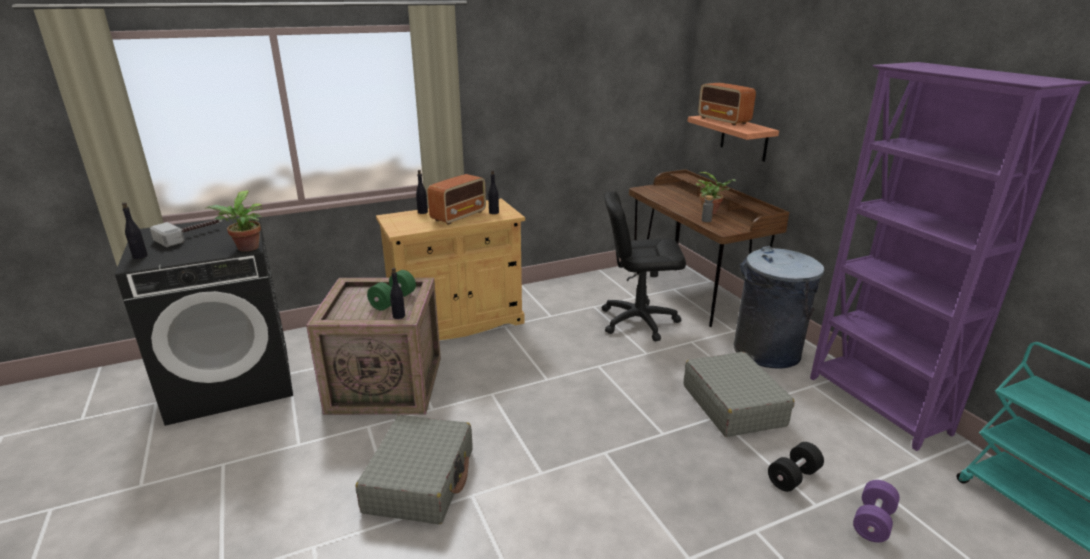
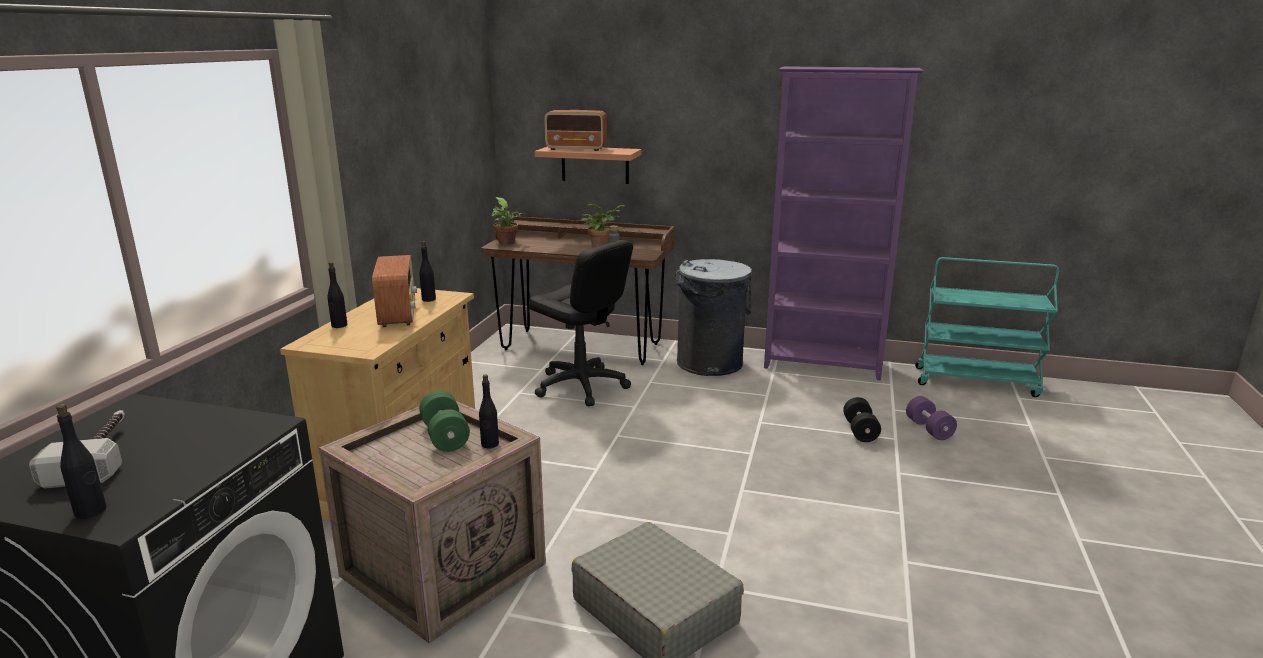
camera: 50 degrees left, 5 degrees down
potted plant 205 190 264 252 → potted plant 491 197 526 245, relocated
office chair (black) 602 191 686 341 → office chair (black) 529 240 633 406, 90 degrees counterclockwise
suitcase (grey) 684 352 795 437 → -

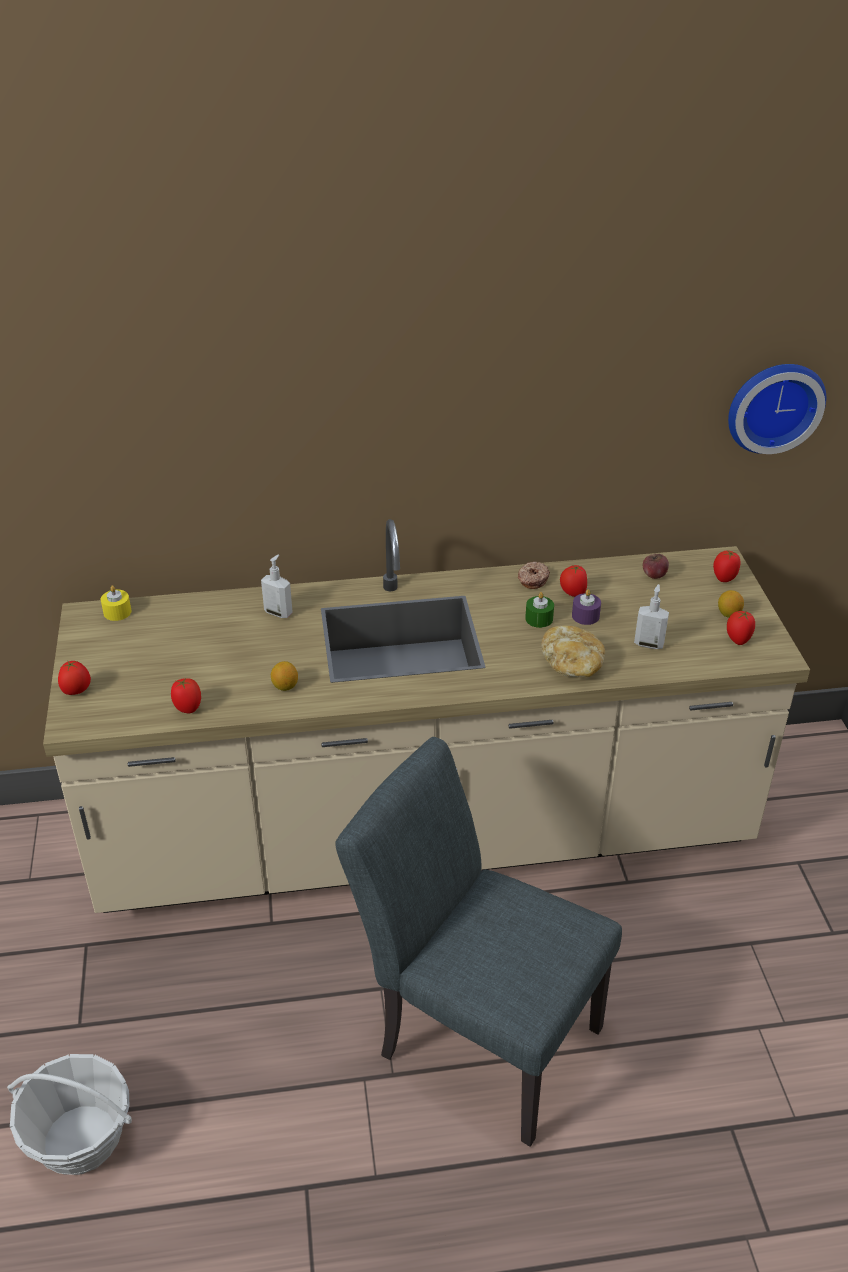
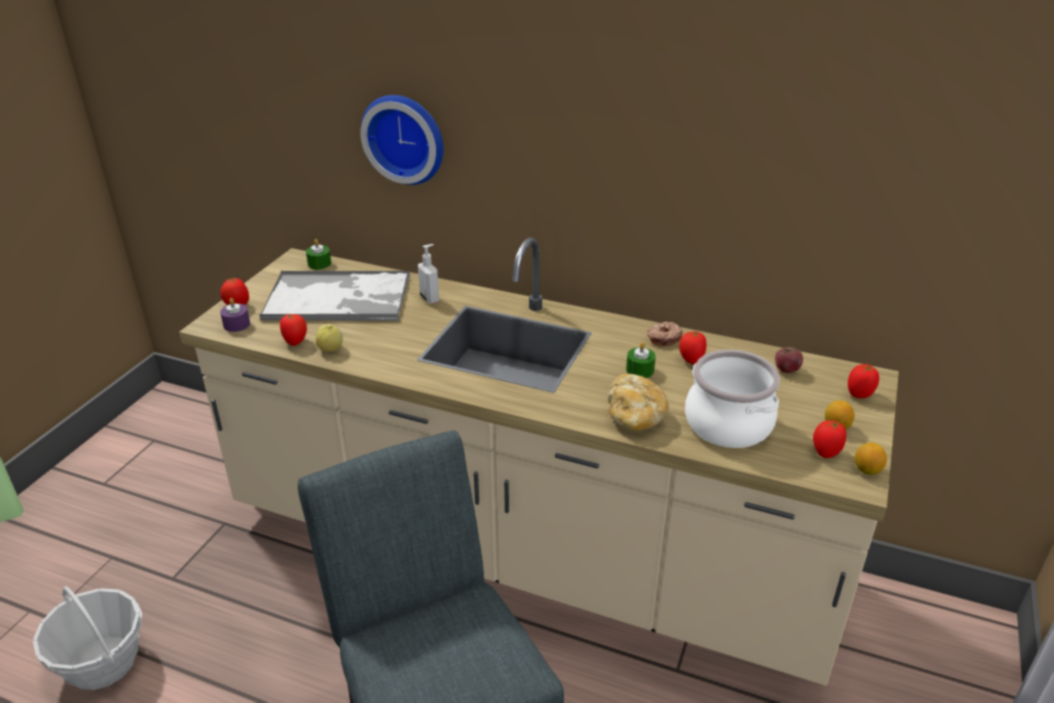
camera: 30 degrees right, 5 degrees down
candle (purple) 572 589 601 625 → candle (purple) 220 298 250 332, relocated
- → tray 259 271 410 321
candle (yellow) 101 585 132 621 → candle (green) 306 239 331 270
- → apple 316 324 343 352
wall clock 728 364 826 454 → wall clock 361 95 443 185, relocated
soap dispenser 634 584 669 649 → cooking pot 685 349 780 448
lemon 271 661 298 691 → lemon 855 443 887 475, relocated

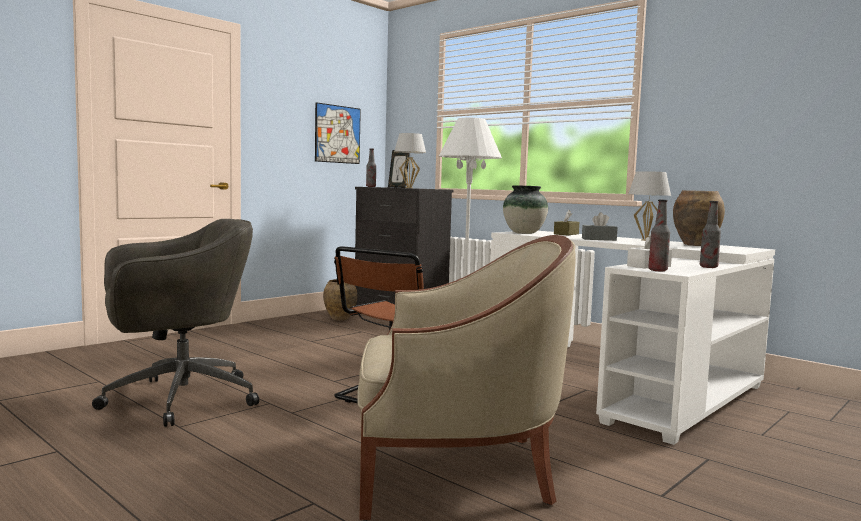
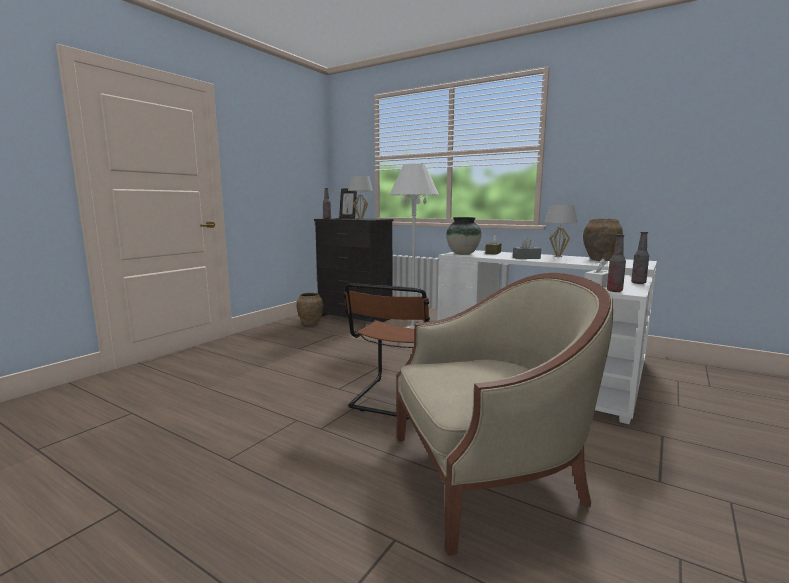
camera: 10 degrees left, 5 degrees up
office chair (grey) 92 219 259 427 → -
picture 315 102 361 164 → -

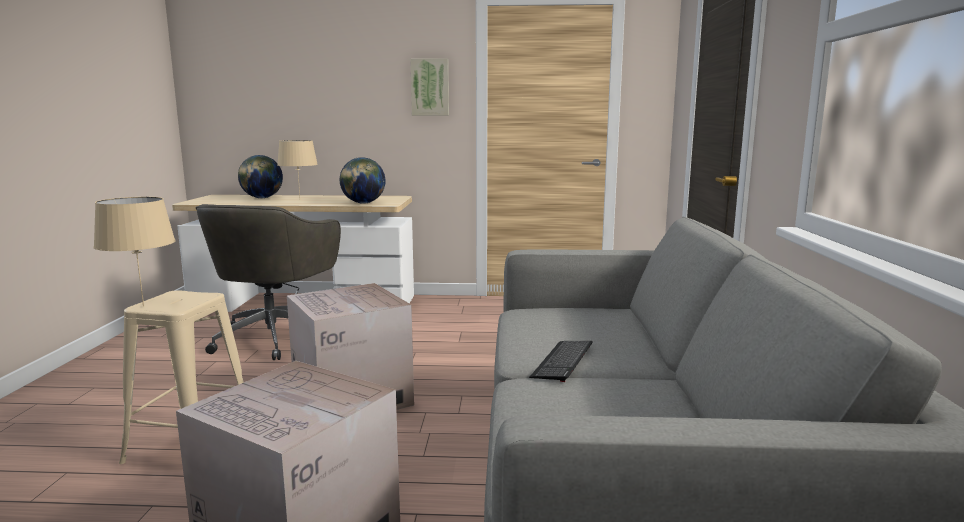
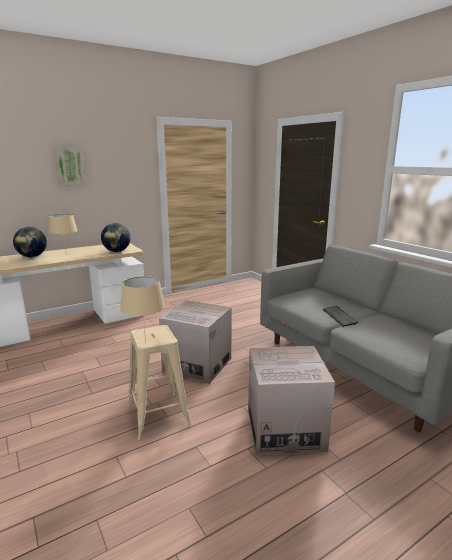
camera: 35 degrees left, 5 degrees up
picture 410 58 449 116 → picture 55 148 86 187, relocated
office chair (grey) 196 204 341 360 → -

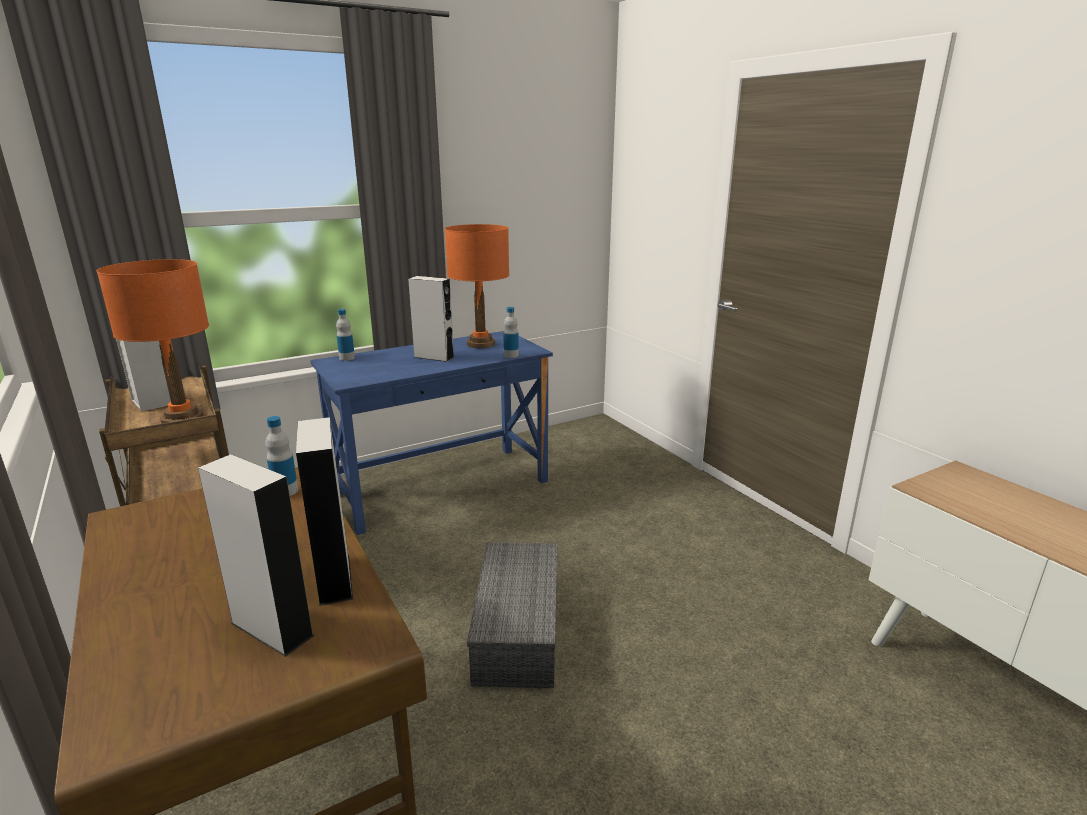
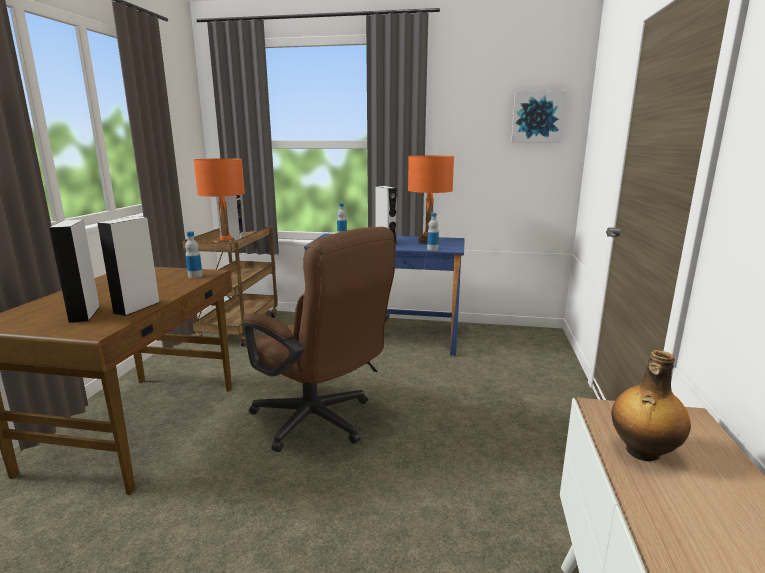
camera: 40 degrees right, 5 degrees down
storage box (grey) 467 542 557 688 → office chair (brown) 243 227 396 452
- → picture 511 91 566 142
- → bottle 612 350 691 461

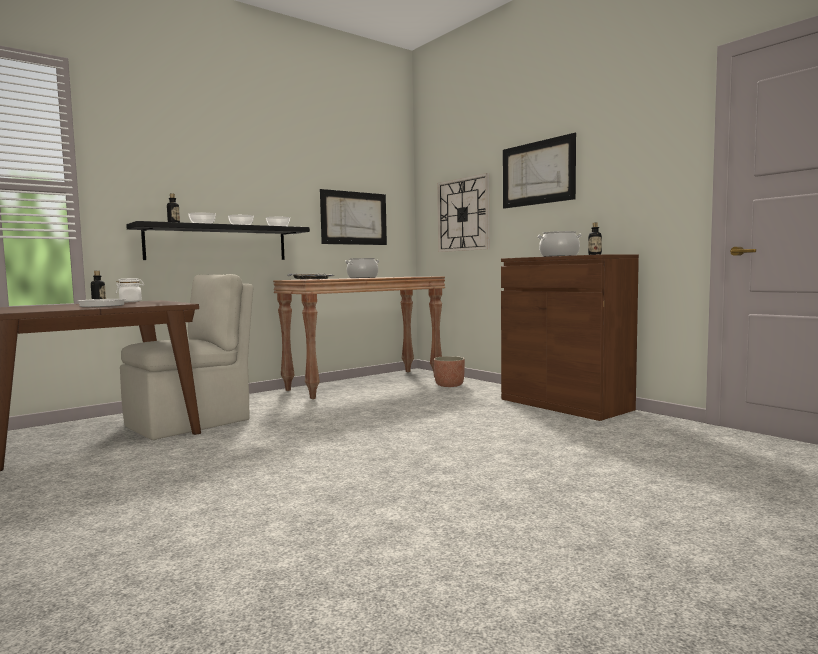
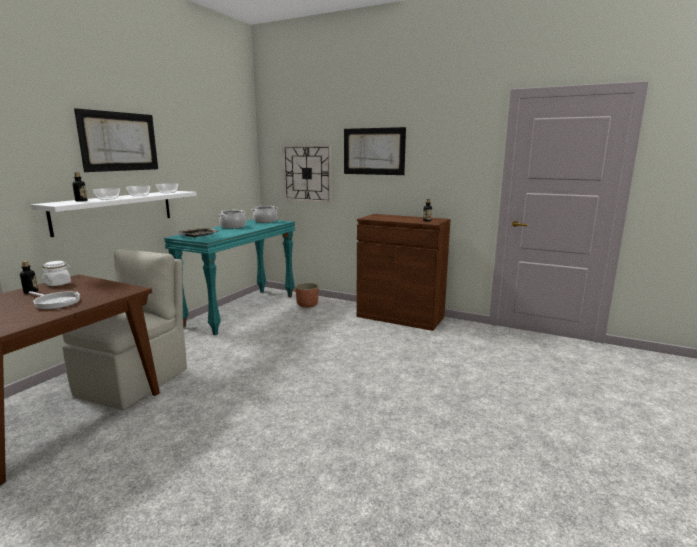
camera: 25 degrees left, 10 degrees up
shelf (black) 126 221 310 260 → shelf (white) 31 191 197 237
picture 320 189 387 245 → picture 74 108 158 172, relocated
console table (brown) 273 277 445 399 → console table (turquoise) 164 219 295 335
cooking pot 537 231 582 257 → cooking pot 251 206 278 223, relocated

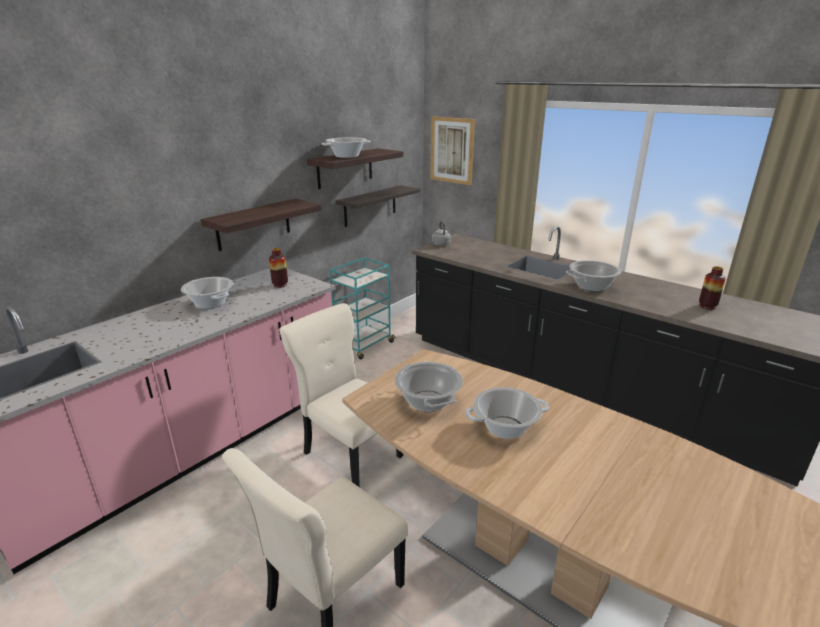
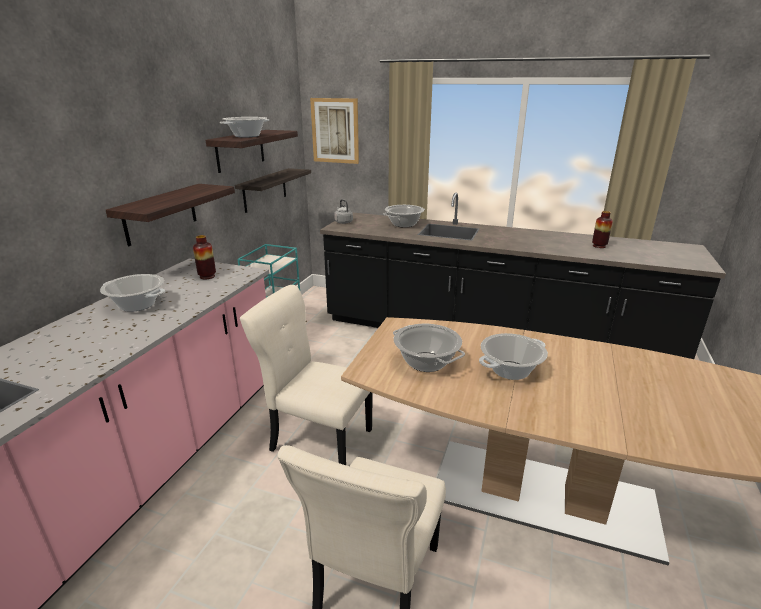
camera: 20 degrees left, 0 degrees up
cooking pot 566 260 623 292 → cooking pot 383 205 425 228, relocated

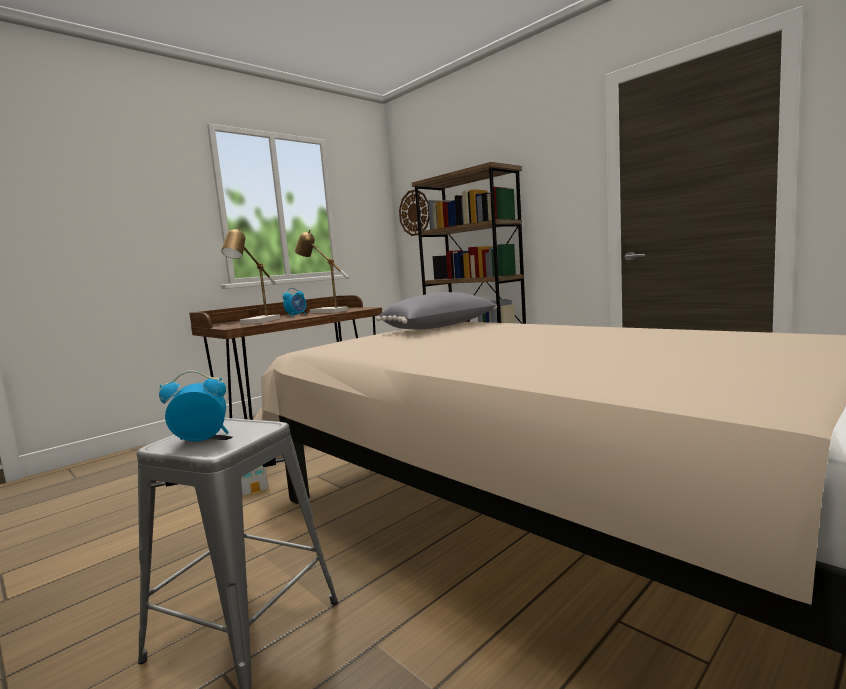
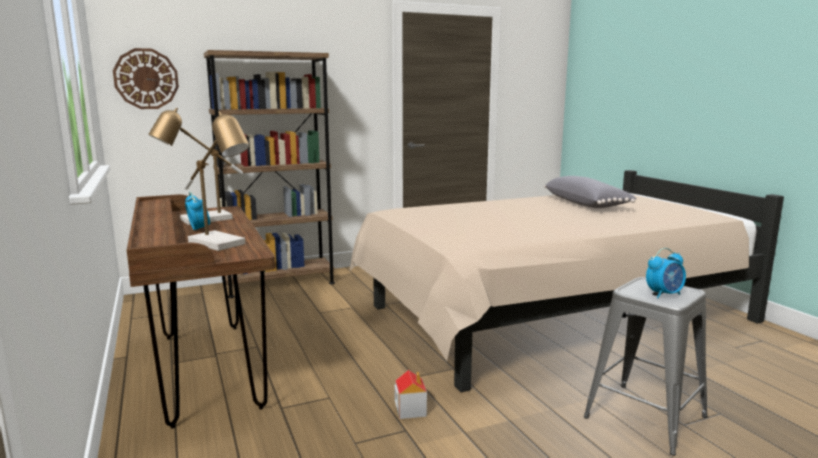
camera: 70 degrees left, 5 degrees up
pillow (grey) 376 292 497 330 → pillow (grey) 544 176 637 208, relocated
alarm clock 159 370 229 442 → alarm clock 646 248 686 298, 120 degrees counterclockwise

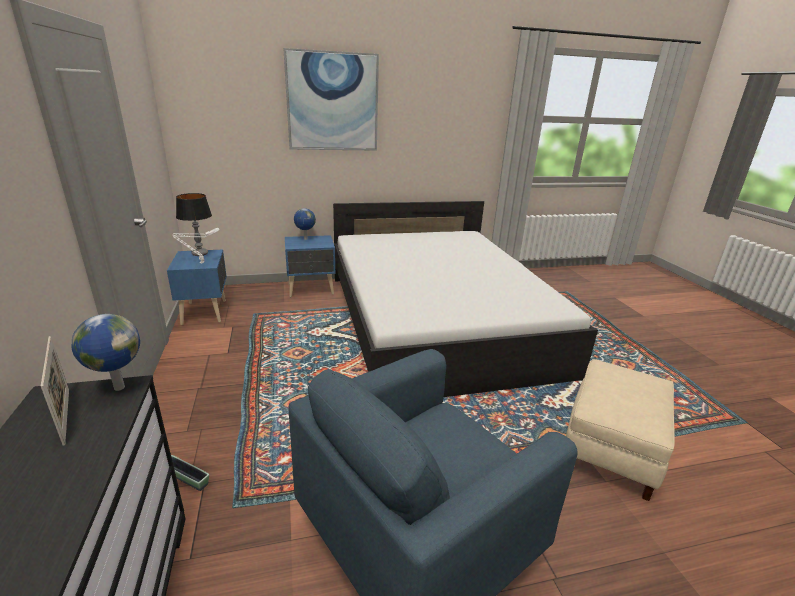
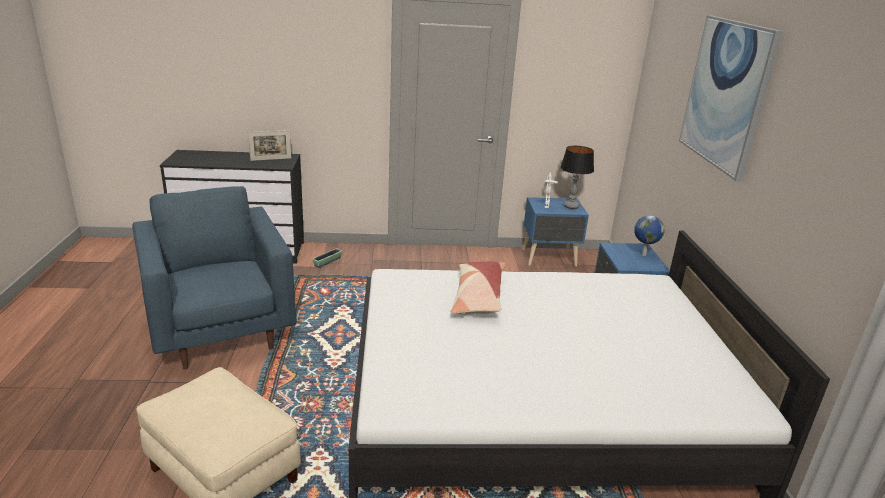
camera: 100 degrees right, 0 degrees up
- → pillow 451 261 505 315
globe 72 314 140 391 → -

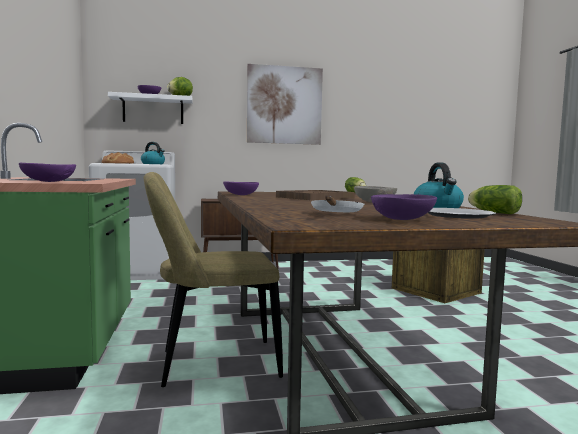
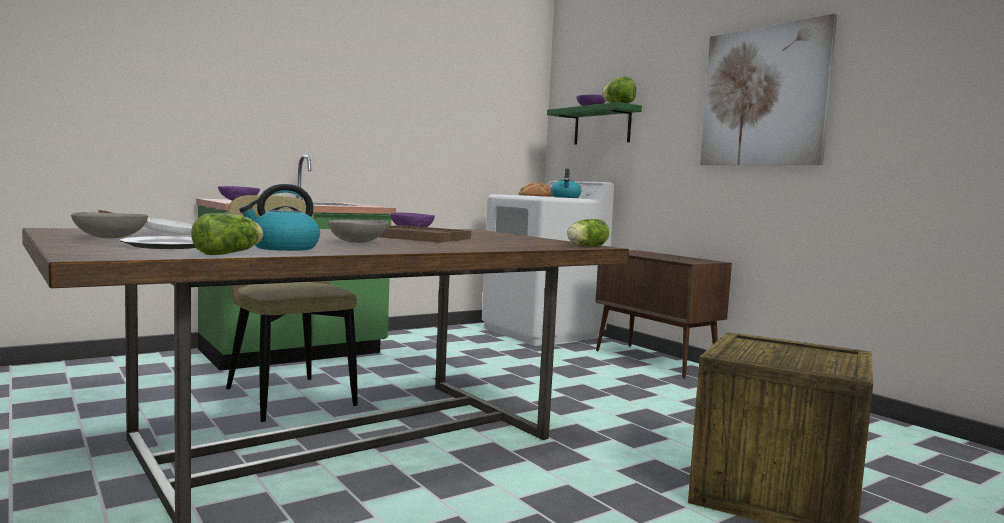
camera: 65 degrees right, 0 degrees up
bowl (purple) 371 194 437 220 → bowl (grey) 71 212 148 238
shelf (white) 108 92 193 124 → shelf (green) 547 102 642 144

